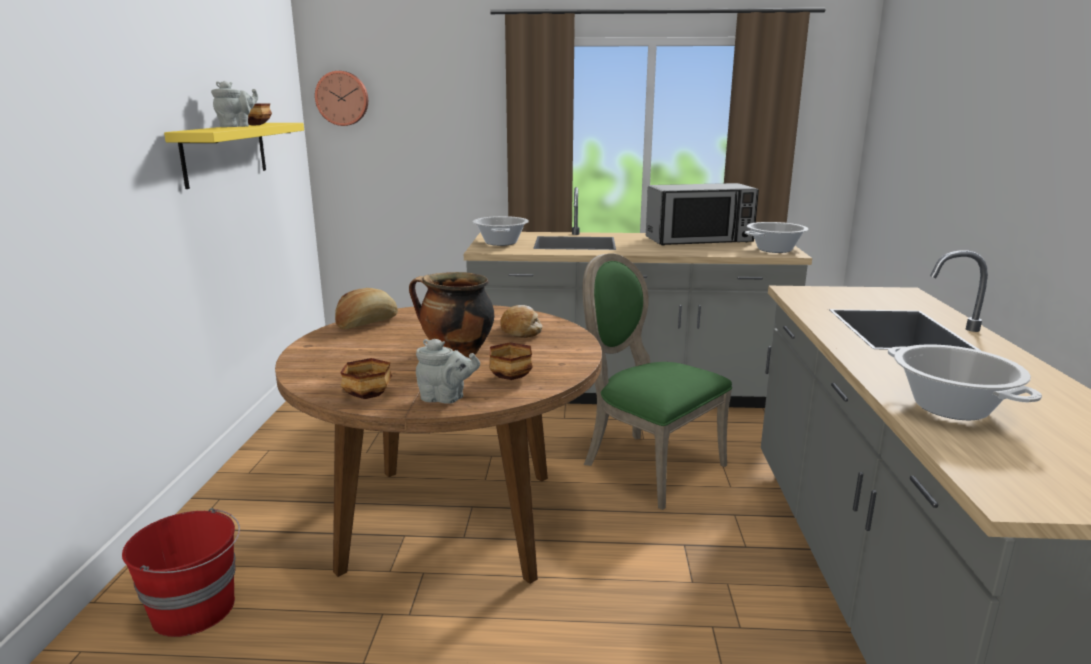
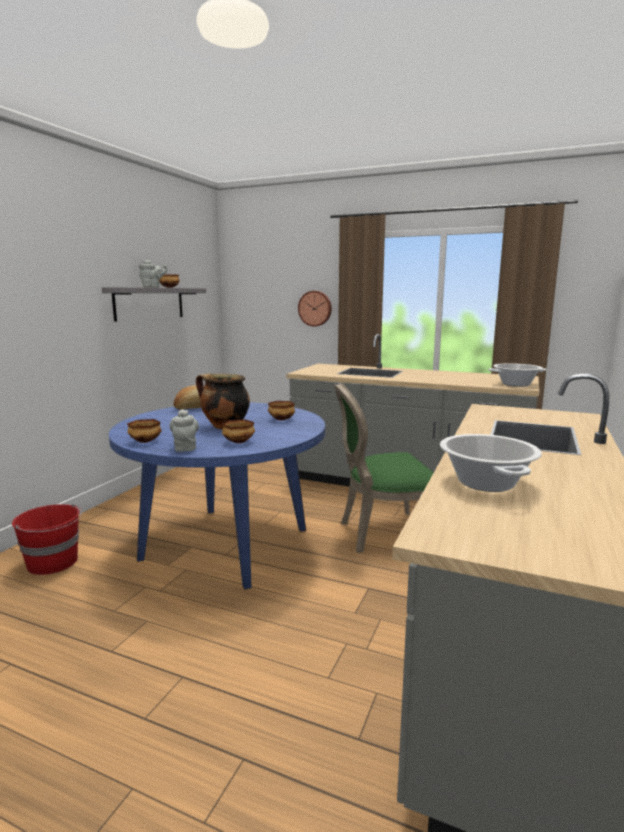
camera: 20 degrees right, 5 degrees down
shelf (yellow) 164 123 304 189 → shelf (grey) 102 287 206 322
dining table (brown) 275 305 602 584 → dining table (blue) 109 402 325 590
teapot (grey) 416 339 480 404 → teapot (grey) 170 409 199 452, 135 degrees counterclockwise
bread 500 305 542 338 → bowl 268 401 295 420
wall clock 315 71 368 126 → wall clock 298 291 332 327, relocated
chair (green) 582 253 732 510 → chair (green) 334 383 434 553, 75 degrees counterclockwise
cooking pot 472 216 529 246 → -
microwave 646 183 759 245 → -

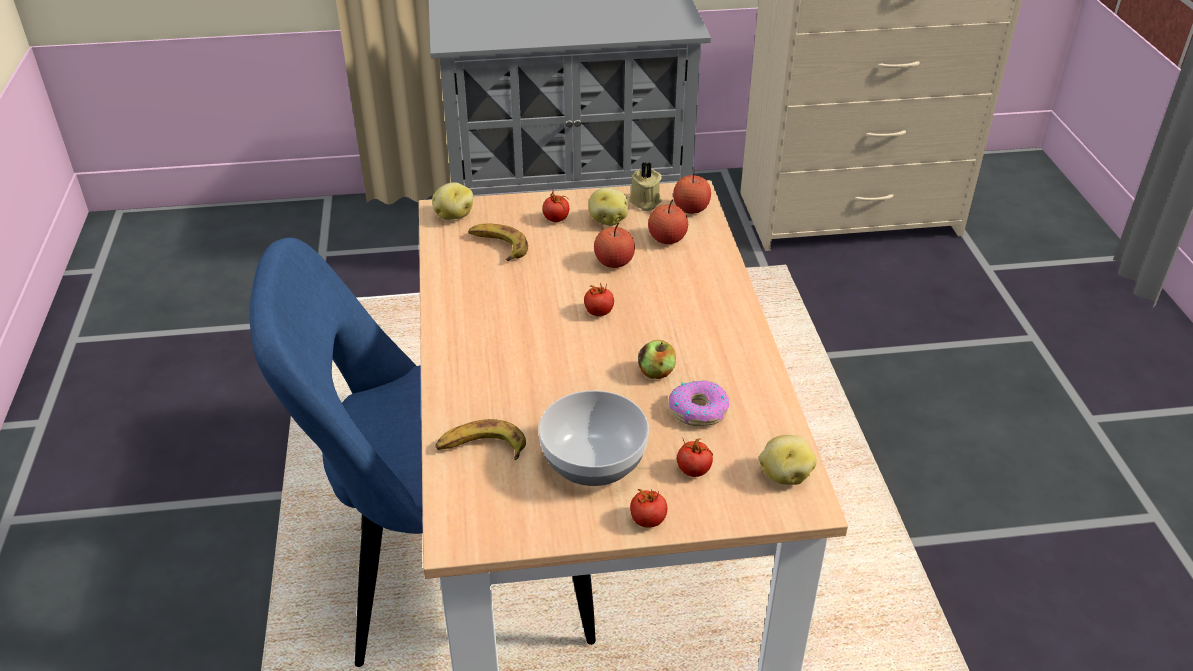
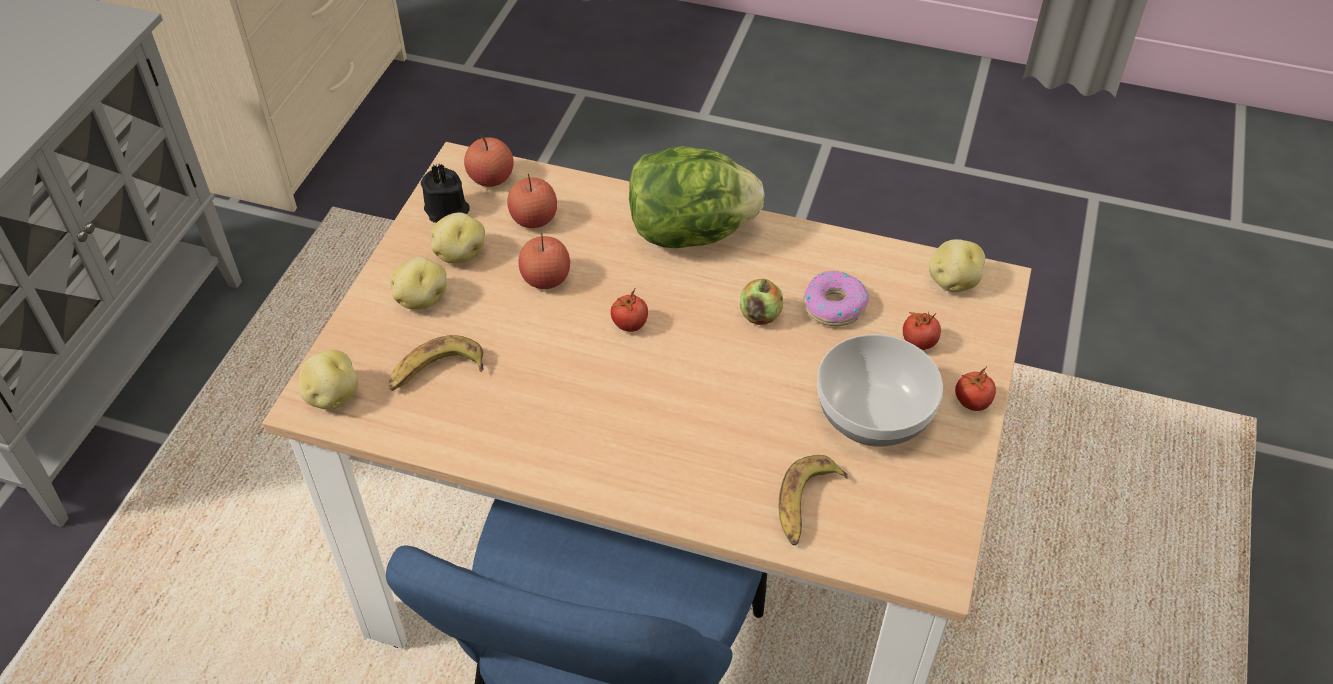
camera: 65 degrees left, 10 degrees up
tomato 542 190 569 222 → potato 390 257 446 310
candle (beige) 629 162 662 211 → candle (black) 420 164 469 223
- → lettuce 629 146 765 248

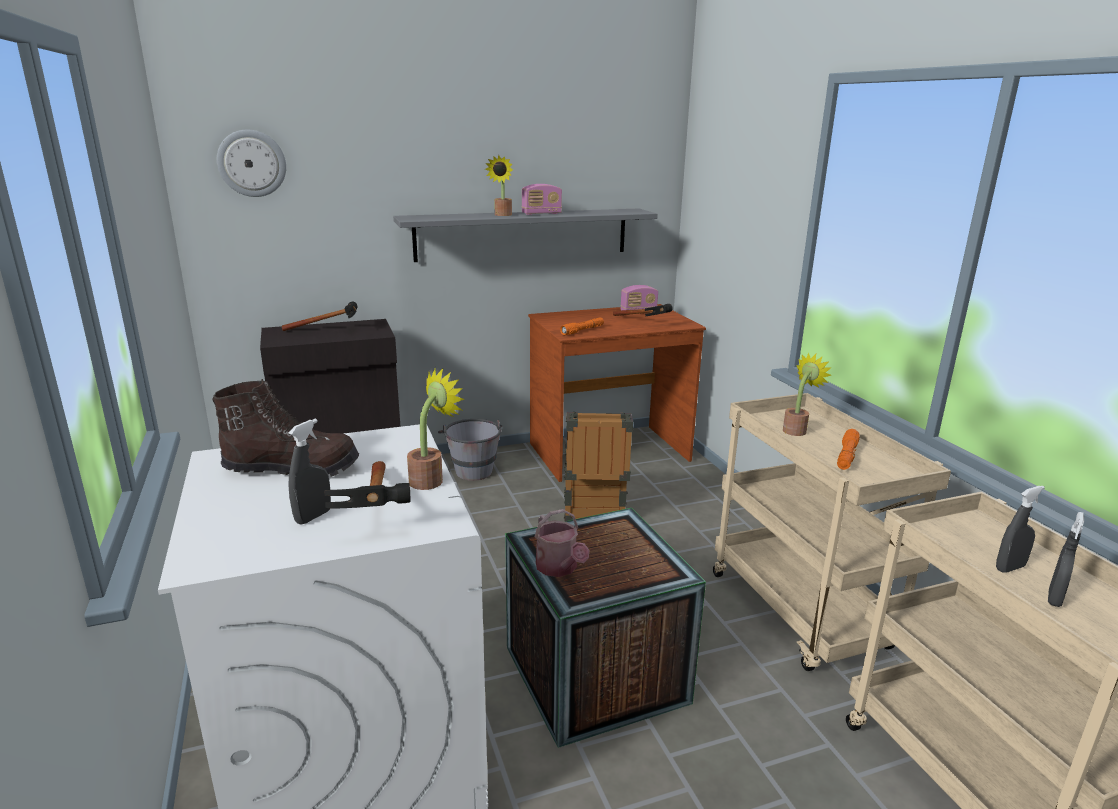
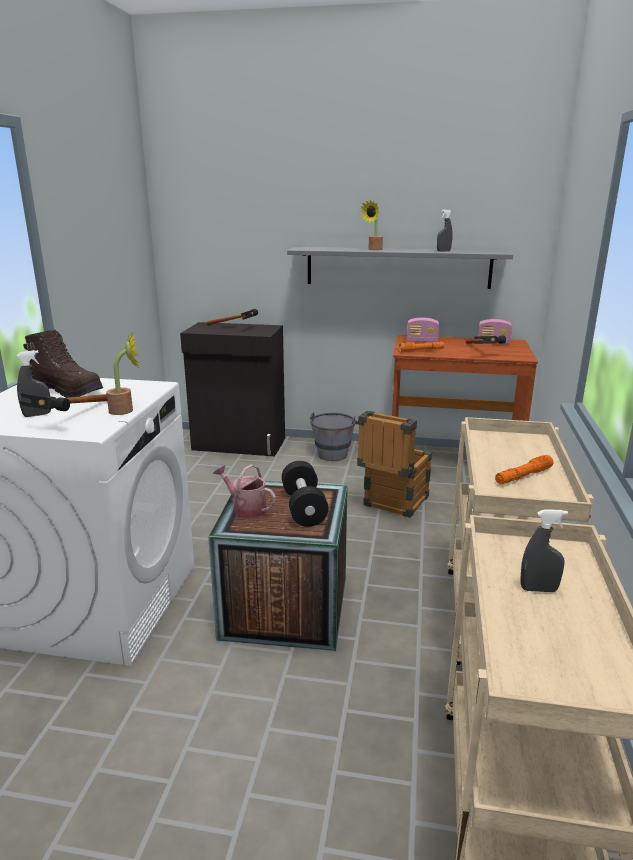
camera: 30 degrees right, 0 degrees up
watering can 534 509 589 577 → watering can 213 464 276 518, 120 degrees clockwise
- → dumbbell (black) 282 461 328 527
radio 522 184 562 215 → radio 407 317 439 342, relocated
spray bottle (grey) 1048 512 1084 607 → spray bottle (grey) 437 209 453 252, relocated
wall clock 217 130 286 197 → -
potted plant 783 353 831 436 → -

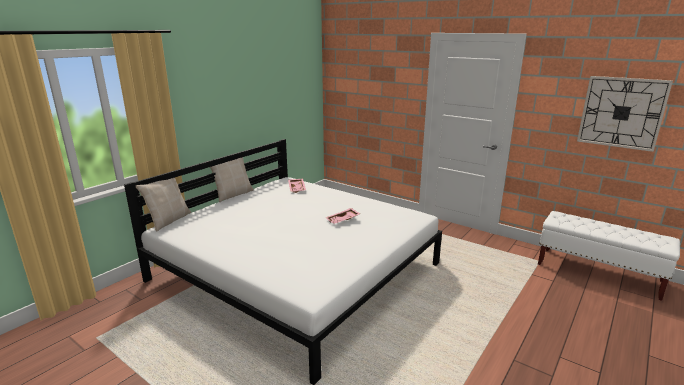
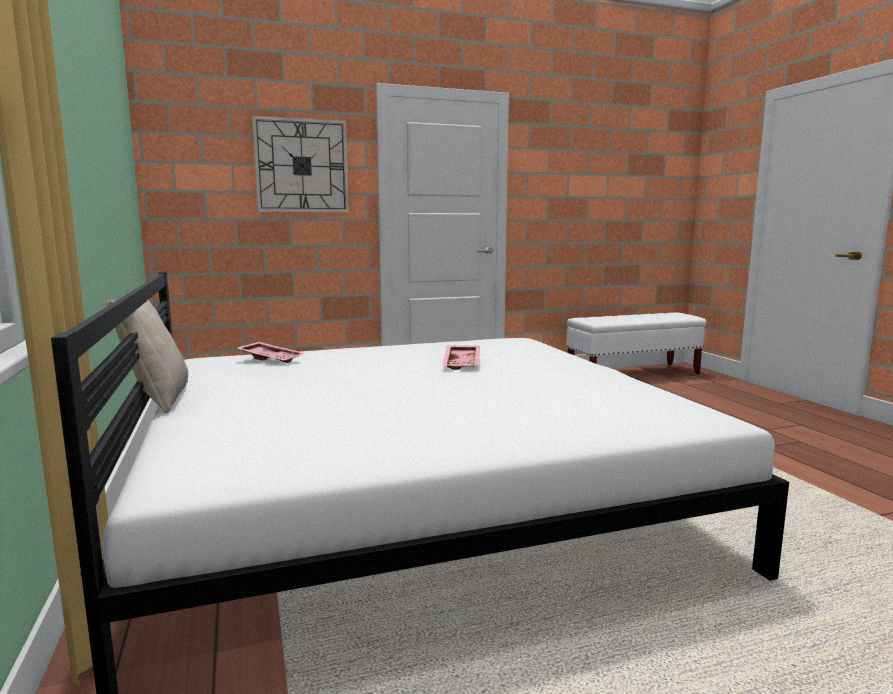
camera: 55 degrees left, 10 degrees down
wall clock 577 76 673 152 → wall clock 252 116 349 213, relocated
pillow (beige) 135 178 191 232 → -

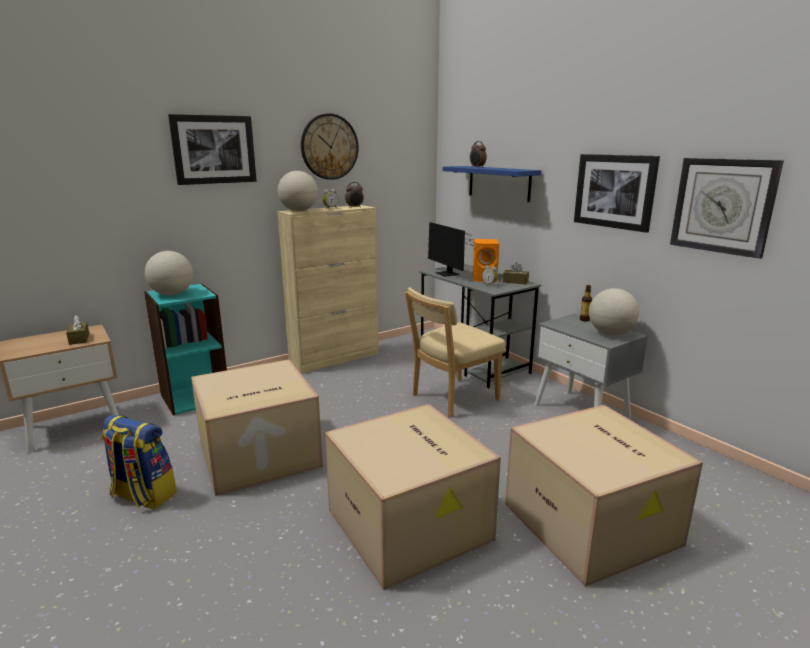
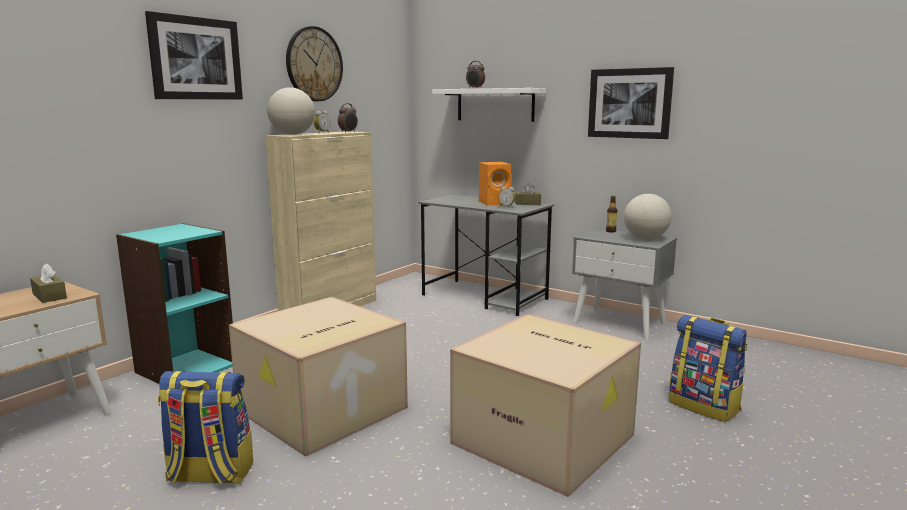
camera: 20 degrees left, 5 degrees down
shelf (blue) 443 166 541 202 → shelf (white) 432 88 546 122
cardboard box 505 405 703 587 → backpack 669 315 748 422
globe 145 251 193 296 → -
chair (beige) 405 287 505 417 → -
monitor 428 222 476 277 → -
wall clock 670 158 784 259 → -

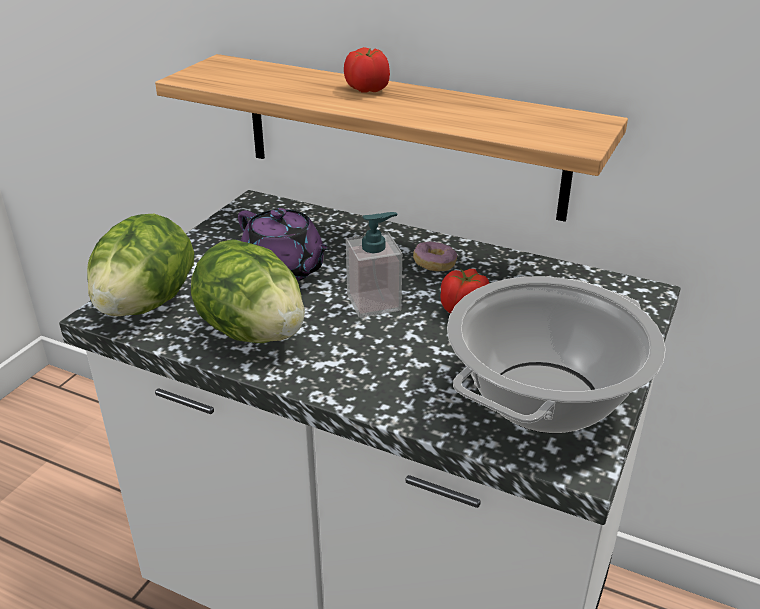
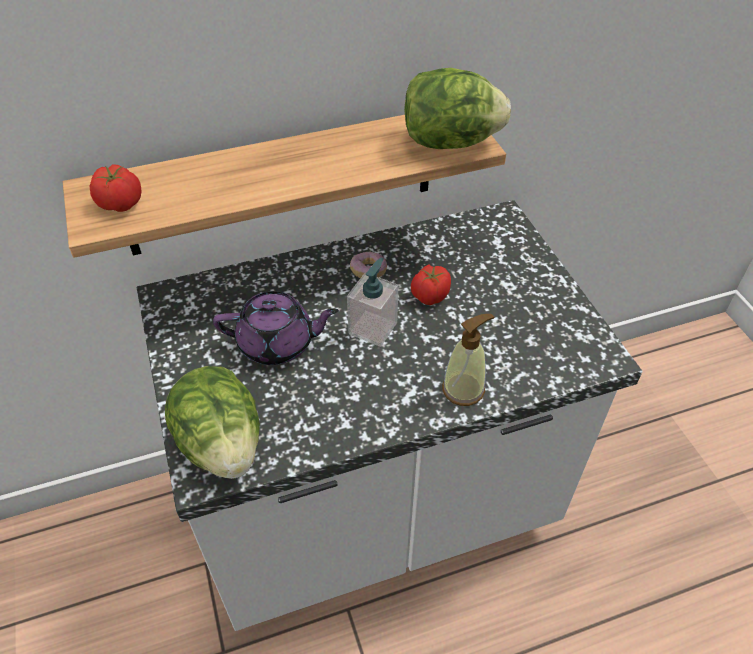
camera: 45 degrees left, 15 degrees up
tomato 344 47 390 93 → tomato 89 164 141 212, relocated
lettuce 191 239 304 343 → lettuce 404 68 511 149, relocated
- → soap dispenser 442 314 494 406
cooking pot 447 276 666 433 → -

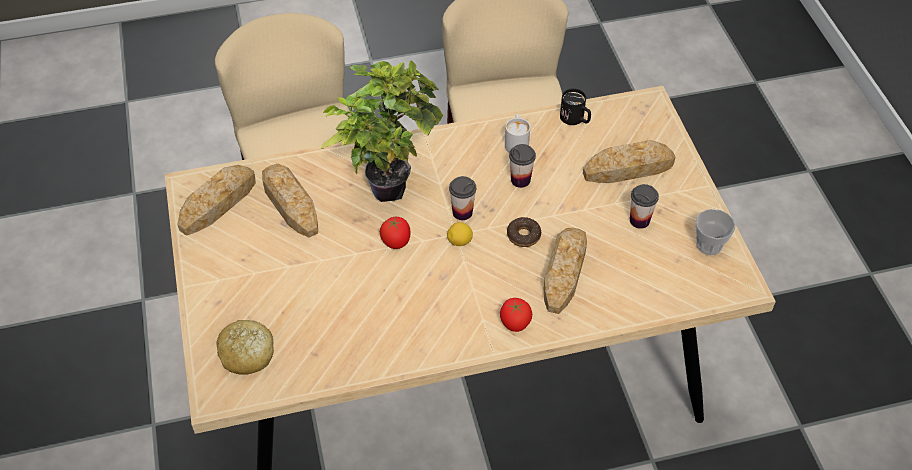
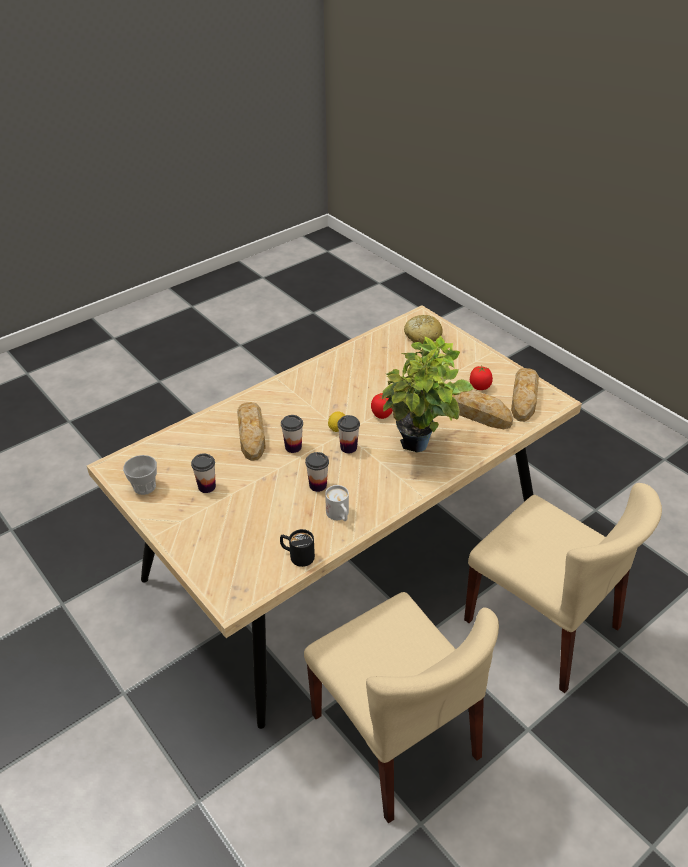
camera: 155 degrees right, 10 degrees down
donut 507 217 541 247 → cup 281 415 303 453
tomato 500 298 532 332 → tomato 470 366 493 390, relocated
bread 583 140 675 183 → -

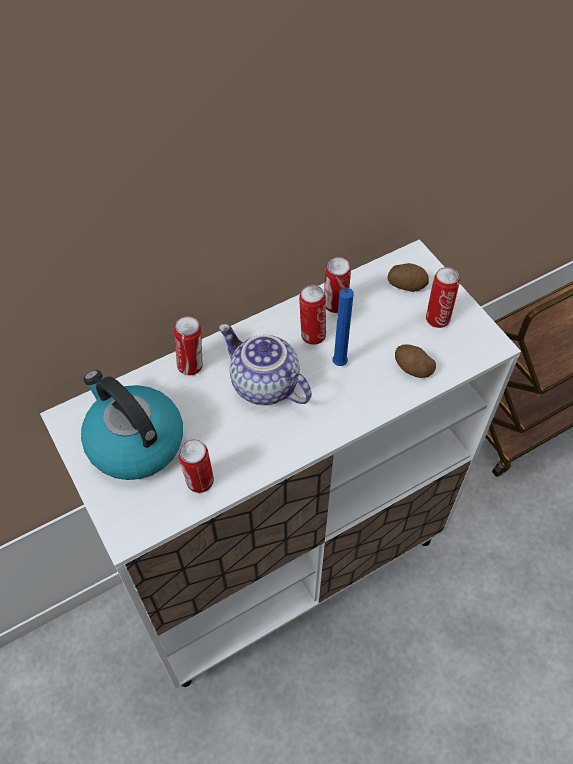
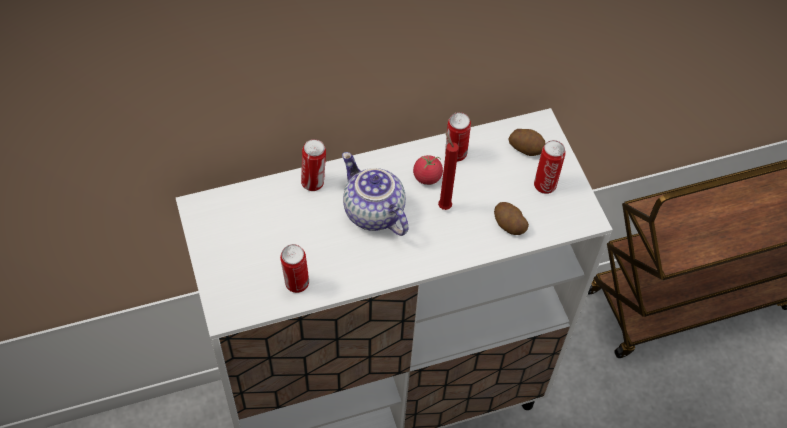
camera: 10 degrees right, 0 degrees up
can 299 285 326 345 → tomato 413 155 443 185
candle (blue) 332 276 354 366 → candle (red) 438 131 459 210
kettle 81 370 183 480 → -

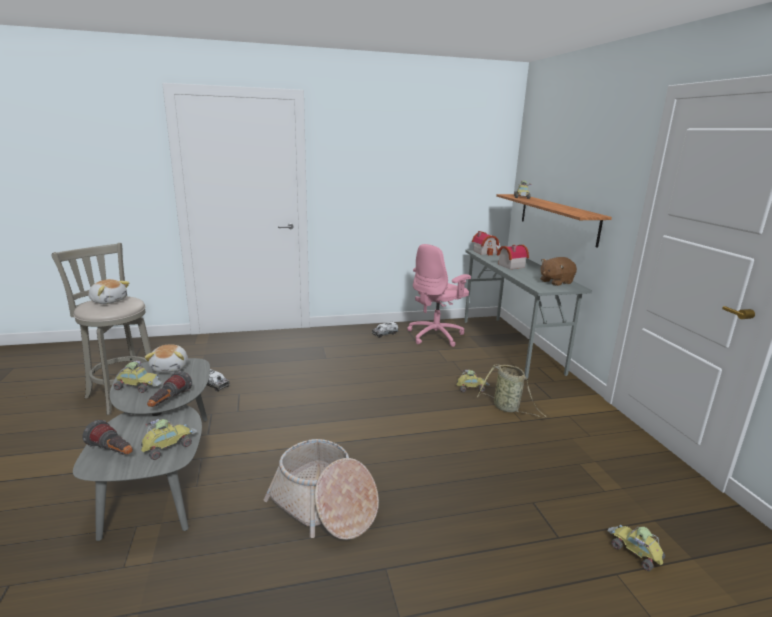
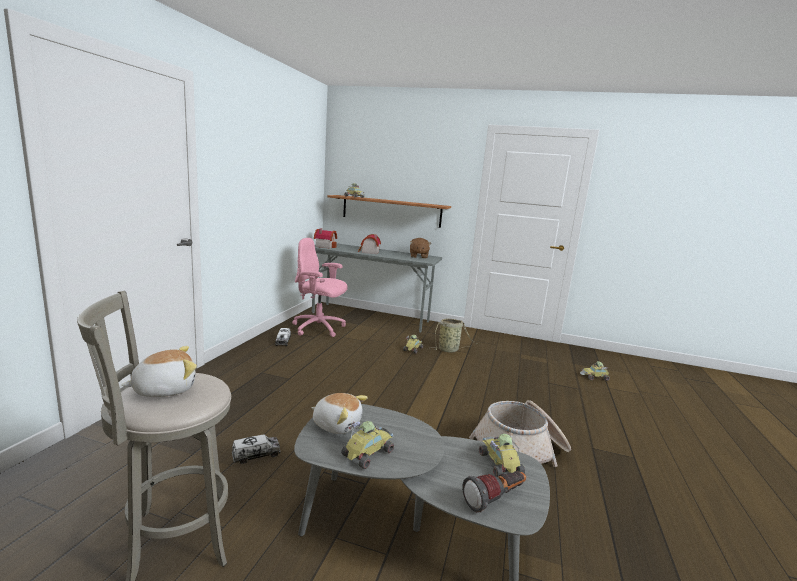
camera: 60 degrees left, 5 degrees down
office chair (pink) 407 244 471 347 → office chair (pink) 292 238 348 337, 120 degrees clockwise
flashlight 147 371 192 407 → -

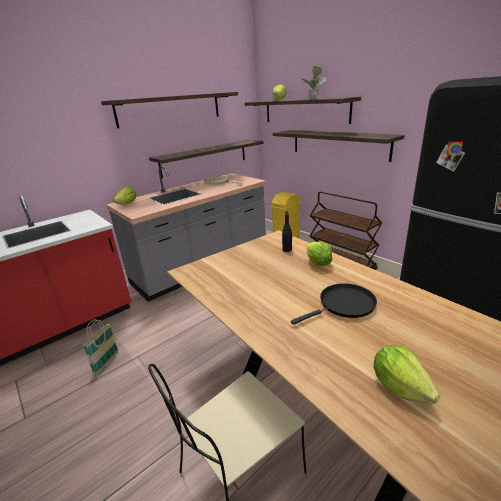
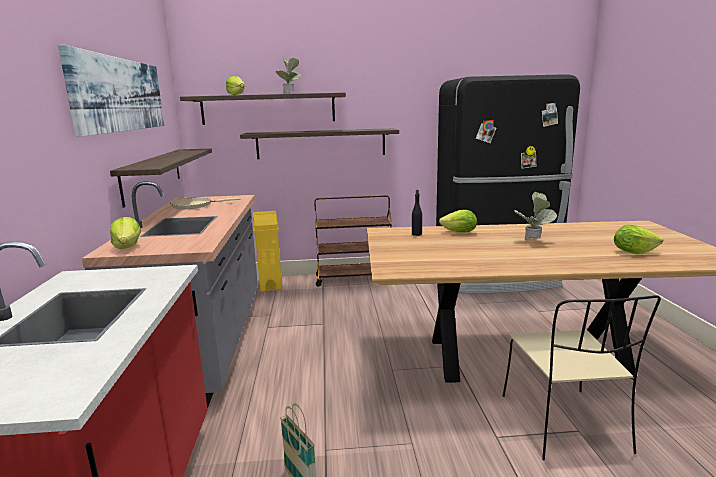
camera: 55 degrees left, 10 degrees down
shelf 101 92 238 128 → picture 58 45 164 137
frying pan (black) 291 283 377 325 → potted plant 515 192 557 240

